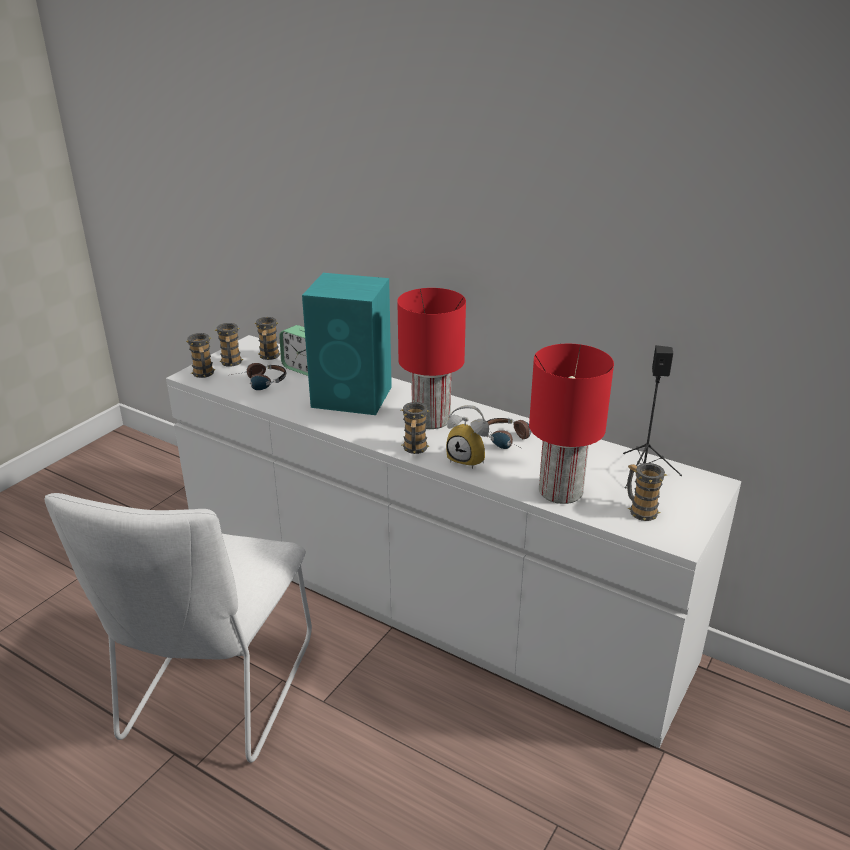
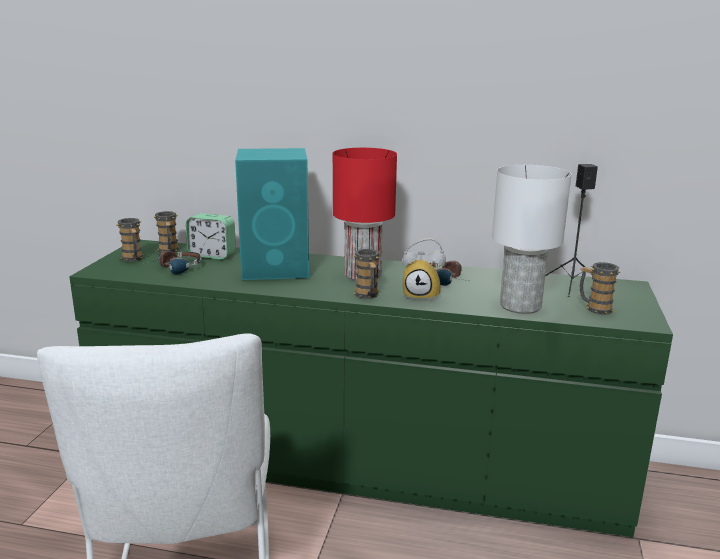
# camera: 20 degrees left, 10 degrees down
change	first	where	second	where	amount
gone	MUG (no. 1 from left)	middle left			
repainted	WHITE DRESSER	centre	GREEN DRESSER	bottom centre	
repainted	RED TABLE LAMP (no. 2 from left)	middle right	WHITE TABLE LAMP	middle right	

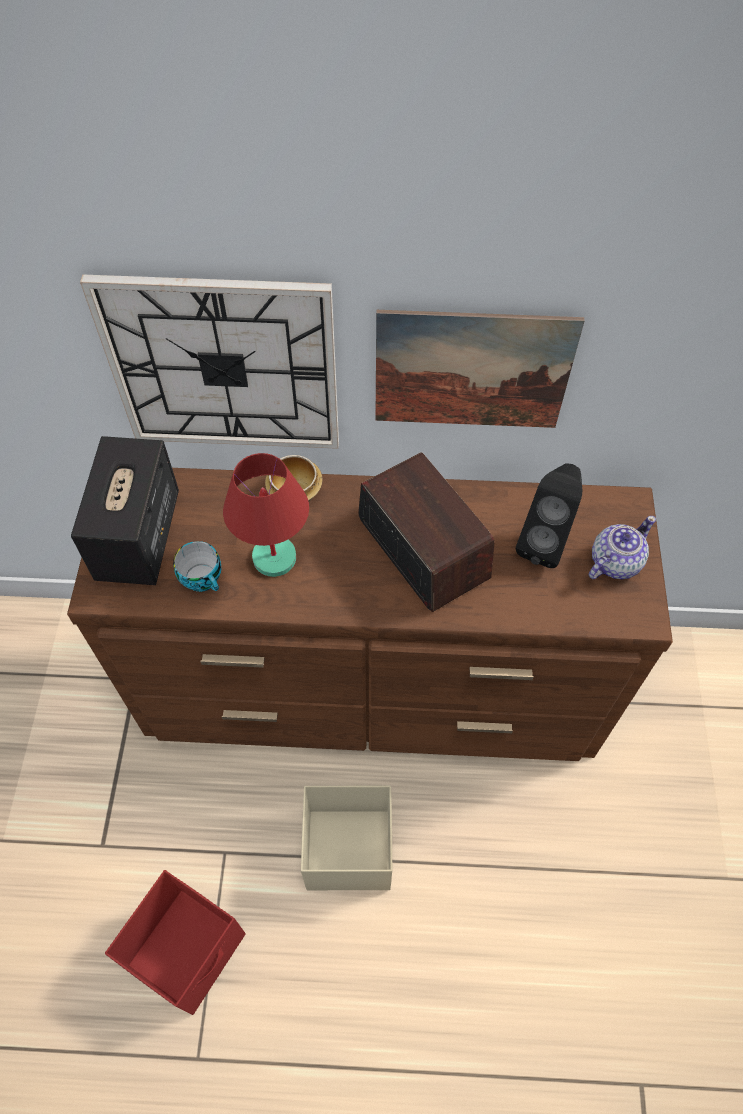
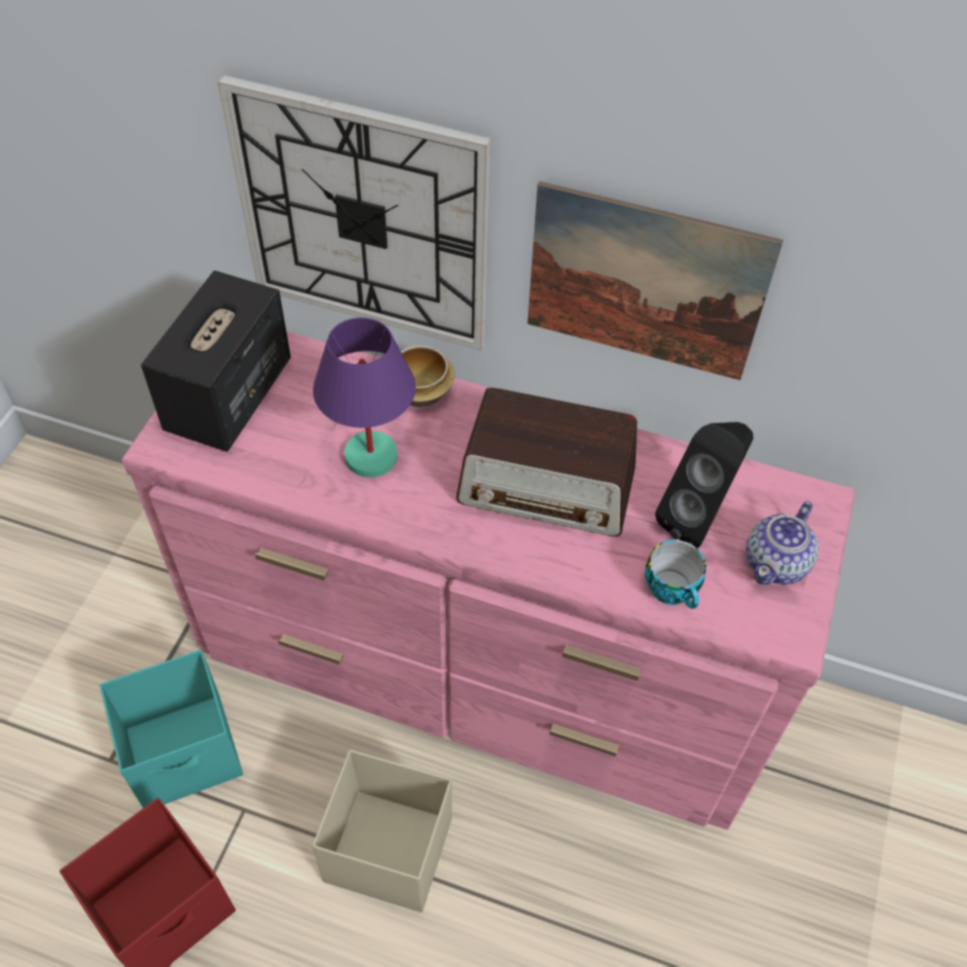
# camera: 15 degrees right, 5 degrees down
change	first	where	second	where	amount
rotated	RADIO	centre		centre	120 degrees clockwise
repainted	RED TABLE LAMP	centre	PURPLE TABLE LAMP	centre	
repainted	BROWN DRESSER	centre	PINK DRESSER	centre	
rotated	TEAPOT	middle right		middle right	150 degrees clockwise
shifted	CUP	middle left		middle right	
new			TURQUOISE STORAGE BOX	bottom left	

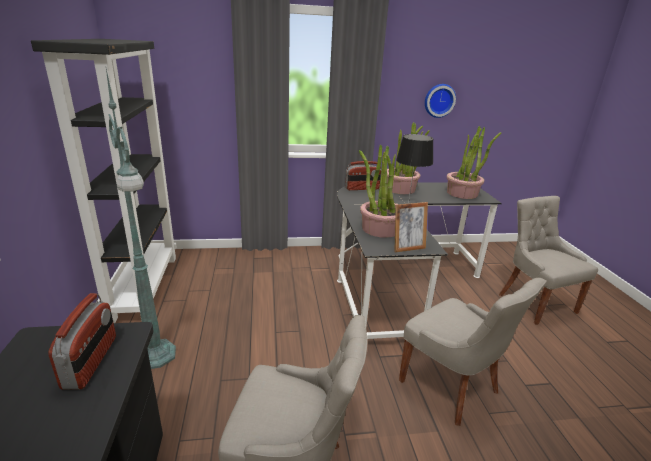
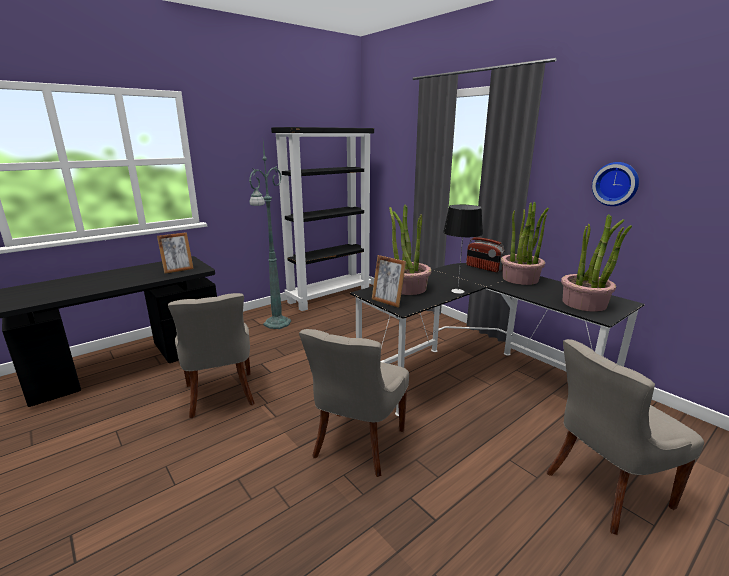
# camera: 60 degrees right, 5 degrees down
change	first	where	second	where	amount
rotated	GREY CHAIR (no. 3 from left)	middle right		bottom right	150 degrees counterclockwise
swapped	RADIO (no. 1 from left)	bottom left	PICTURE FRAME (no. 1 from left)	middle left	

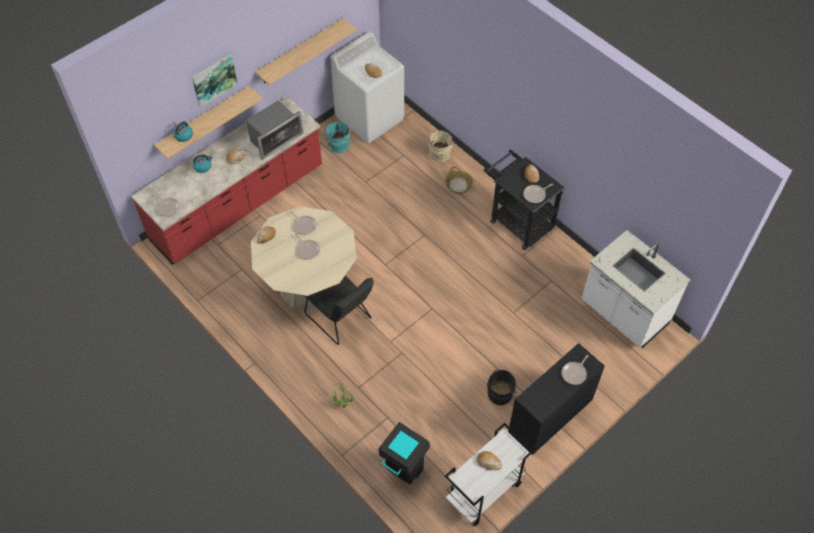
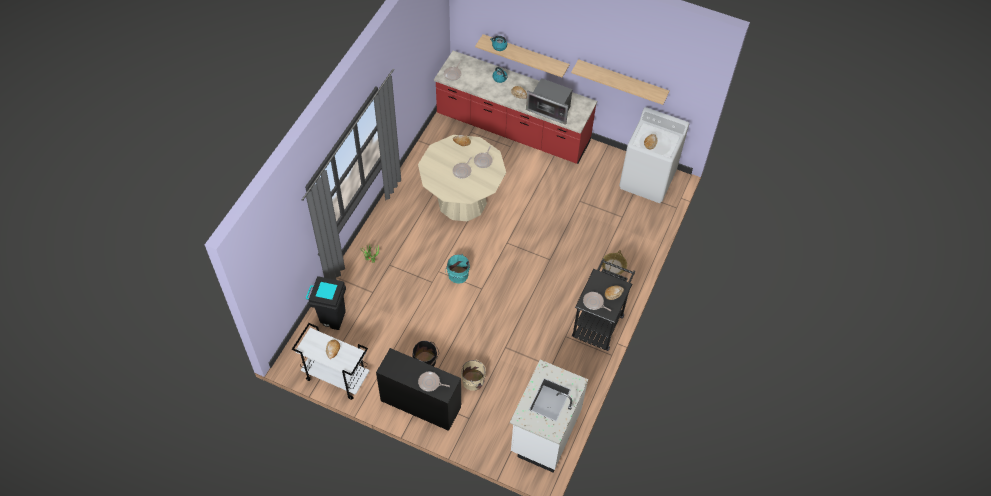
# camera: 65 degrees right, 0 degrees up
change	first	where	second	where	amount
gone	PICTURE	top left			
shifted	TURQUOISE BUCKET	top centre		centre	
shifted	BEIGE BUCKET	top centre		bottom centre	
gone	BLACK CHAIR	centre			

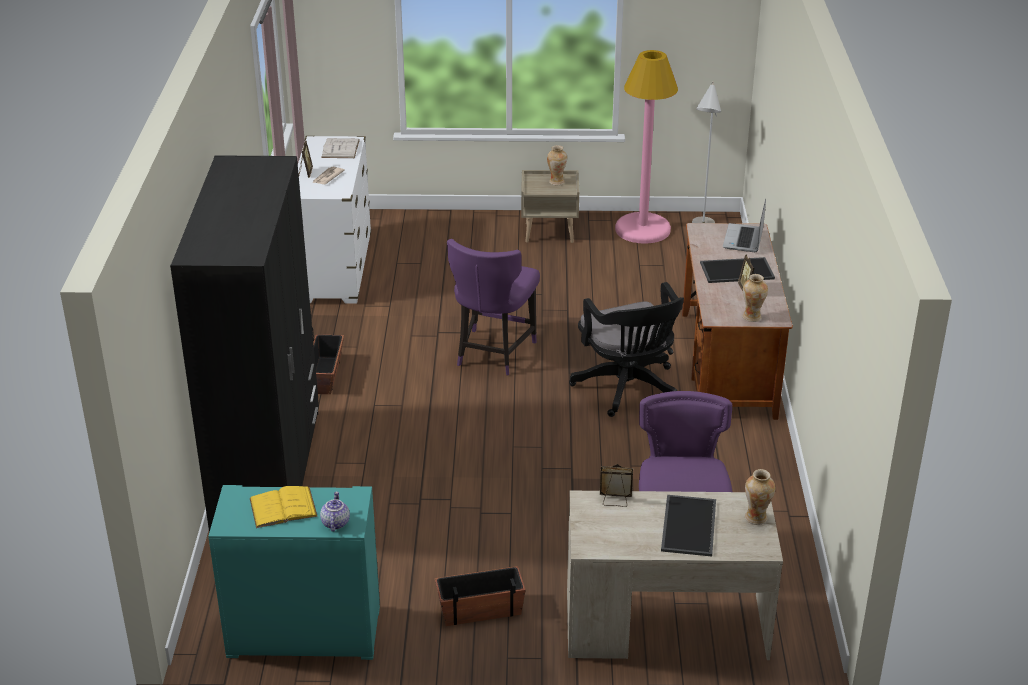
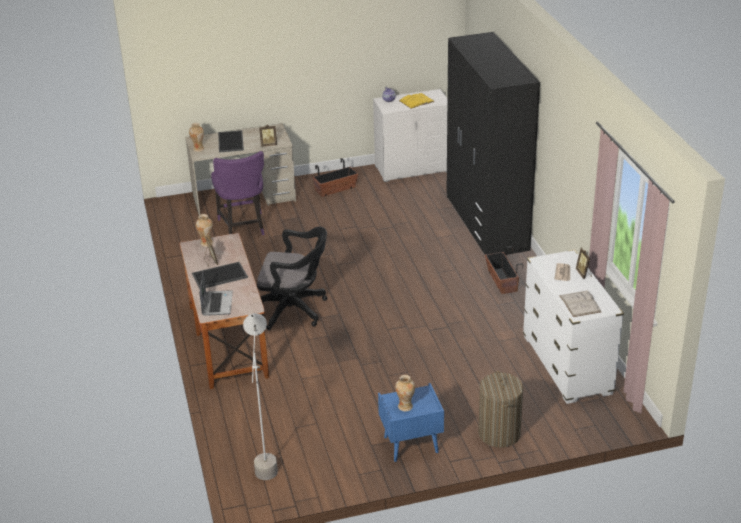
# camera: 165 degrees right, 0 degrees up
change	first	where	second	where	amount
gone	PINK FLOOR LAMP	top centre			
repainted	BEIGE NIGHTSTAND	top centre	BLUE NIGHTSTAND	bottom centre	
gone	PURPLE CHAIR (no. 1 from left)	centre			
rotated	BLACK OFFICE CHAIR	centre		centre	135 degrees clockwise
repainted	TURQUOISE DRESSER	bottom left	WHITE DRESSER (no. 1 from left)	top centre	
new			LAUNDRY BASKET	bottom right	

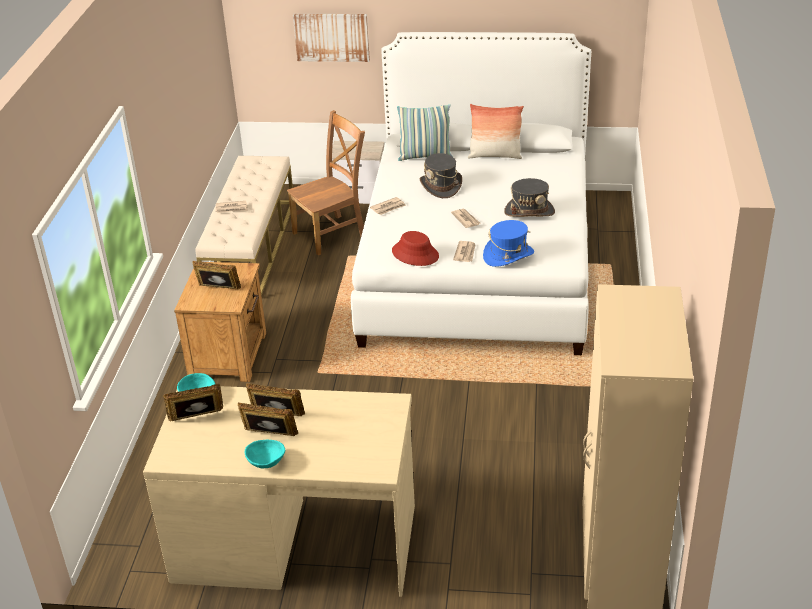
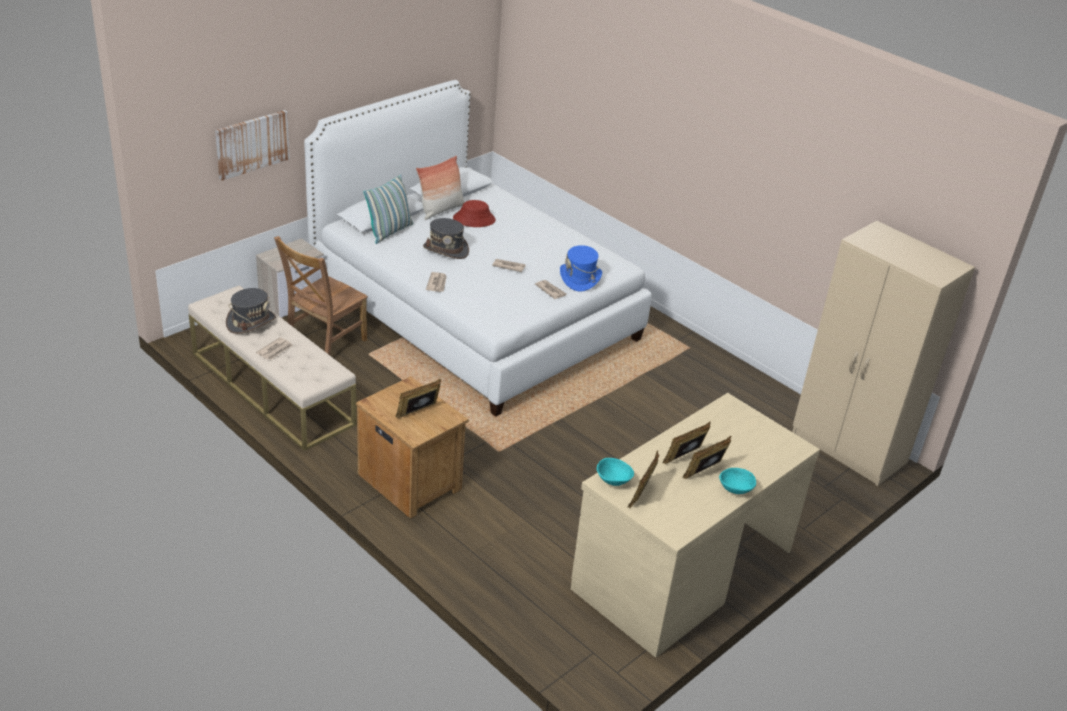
# camera: 55 degrees left, 0 degrees up
change	first	where	second	where	amount
rotated	BROWN CHAIR	top centre		middle left	150 degrees counterclockwise
shifted	GREY HAT (no. 2 from left in the first image)	top centre	GREY HAT (no. 1 from left)	middle left	
shifted	RED HAT	centre		top centre	

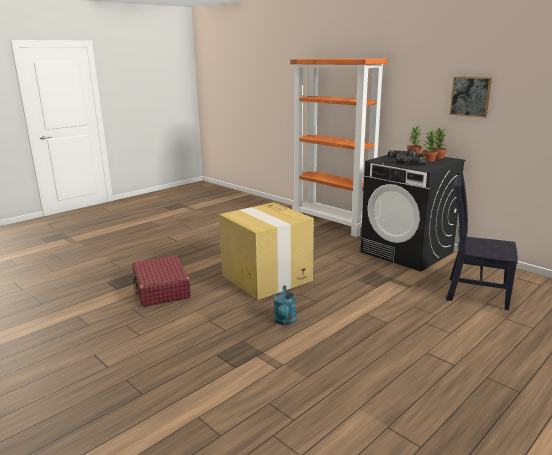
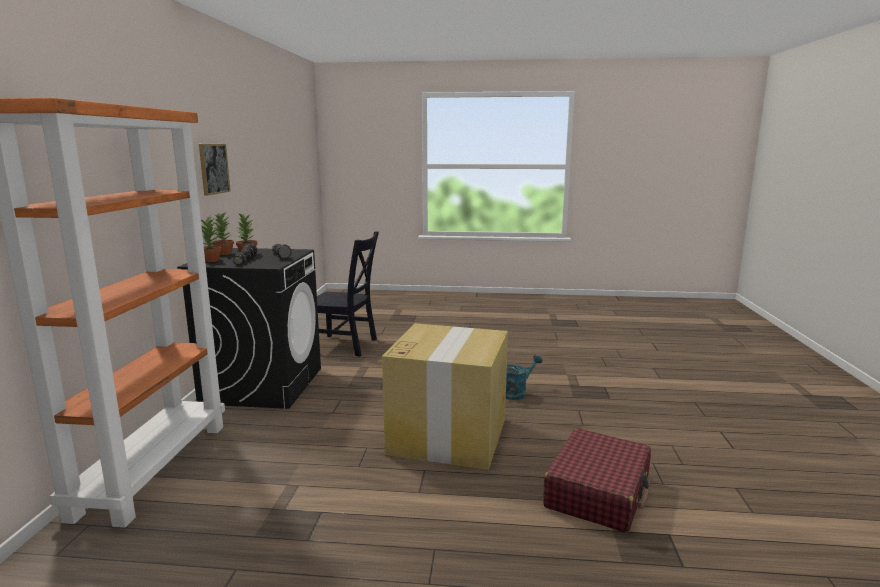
# camera: 130 degrees left, 5 degrees down
change	first	where	second	where	amount
rotated	BLACK CHAIR	middle right		centre	60 degrees counterclockwise

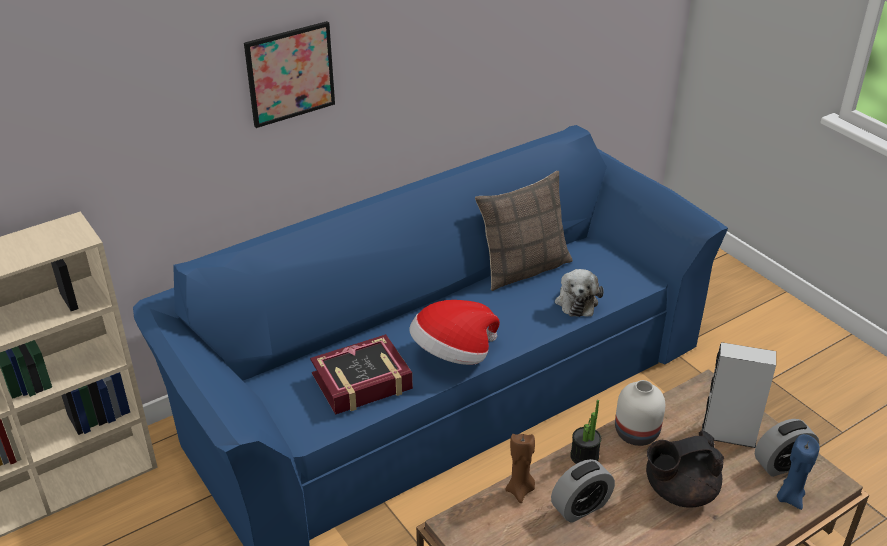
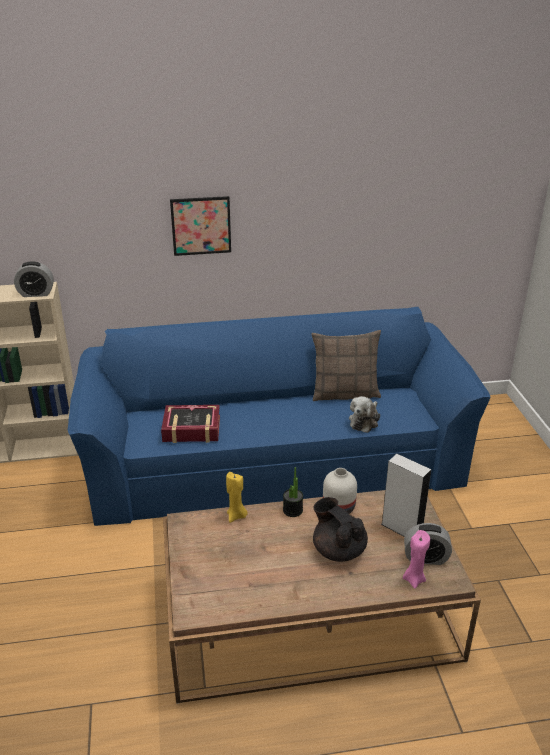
# camera: 25 degrees right, 5 degrees down
change	first	where	second	where	amount
gone	HAT	centre			
rotated	BLACK TEAPOT	bottom right		bottom centre	45 degrees clockwise
repainted	BROWN CANDLE	bottom centre	YELLOW CANDLE	centre	
repainted	BLUE CANDLE	bottom right	PINK CANDLE	bottom right	
shifted	ALARM CLOCK (no. 1 from left)	bottom centre		middle left	

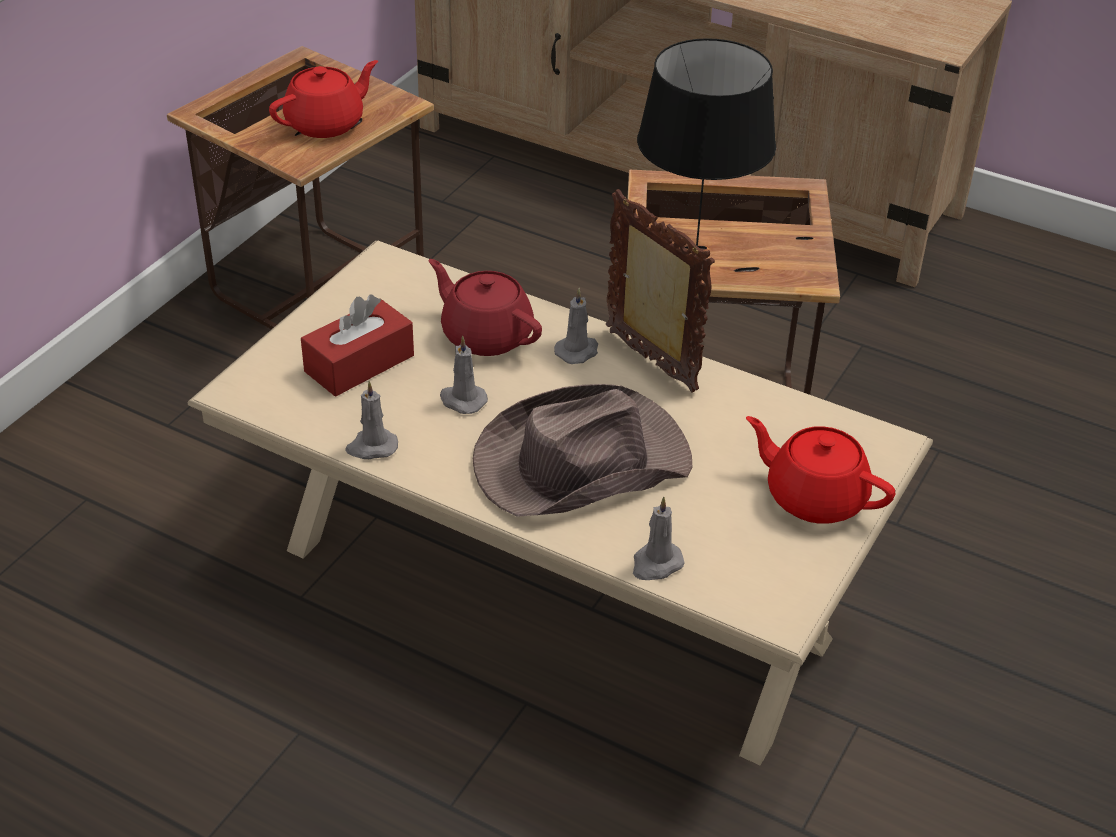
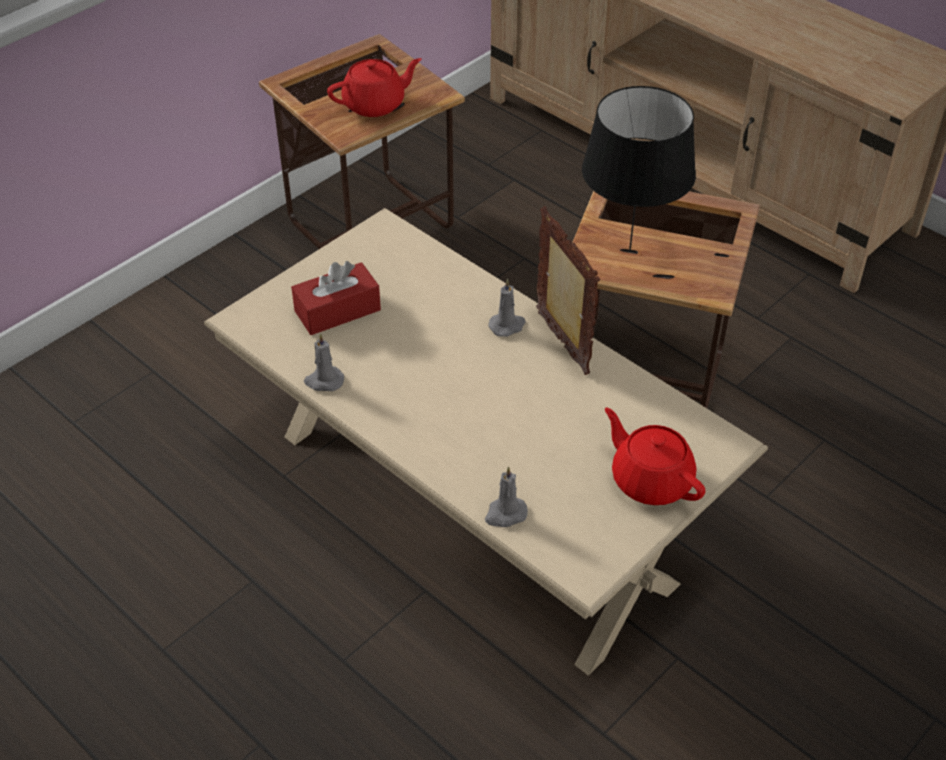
# camera: 15 degrees right, 5 degrees up
change	first	where	second	where	amount
gone	RED TEAPOT (no. 2 from left)	centre			
gone	GREY CANDLE (no. 2 from left)	centre			
gone	BROWN HAT	centre			

